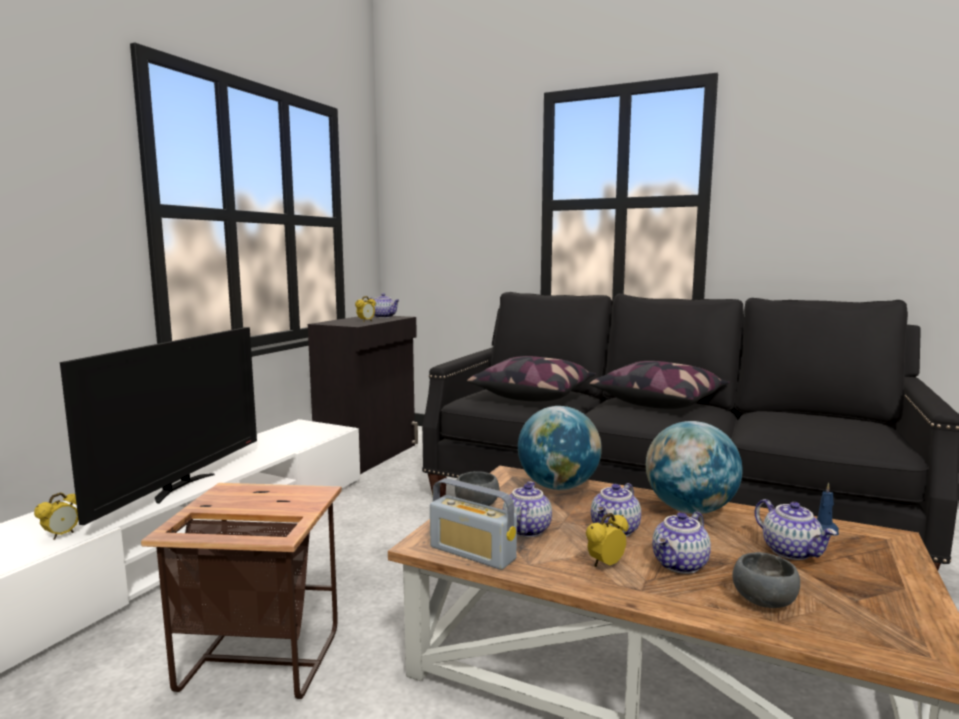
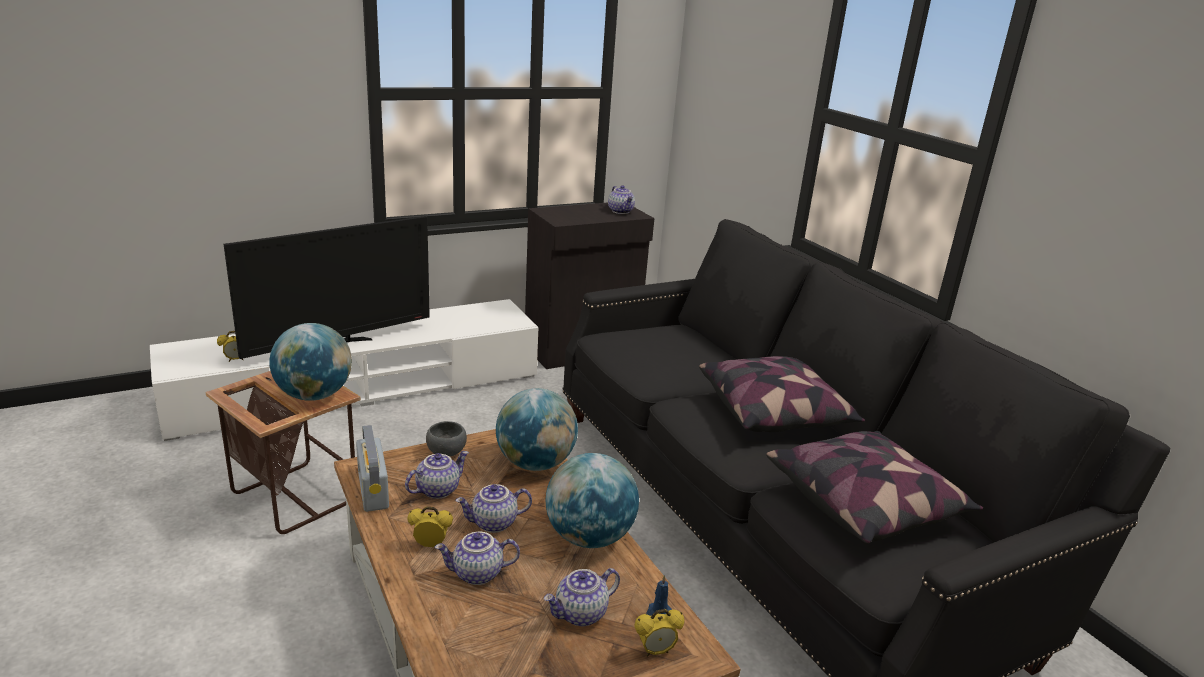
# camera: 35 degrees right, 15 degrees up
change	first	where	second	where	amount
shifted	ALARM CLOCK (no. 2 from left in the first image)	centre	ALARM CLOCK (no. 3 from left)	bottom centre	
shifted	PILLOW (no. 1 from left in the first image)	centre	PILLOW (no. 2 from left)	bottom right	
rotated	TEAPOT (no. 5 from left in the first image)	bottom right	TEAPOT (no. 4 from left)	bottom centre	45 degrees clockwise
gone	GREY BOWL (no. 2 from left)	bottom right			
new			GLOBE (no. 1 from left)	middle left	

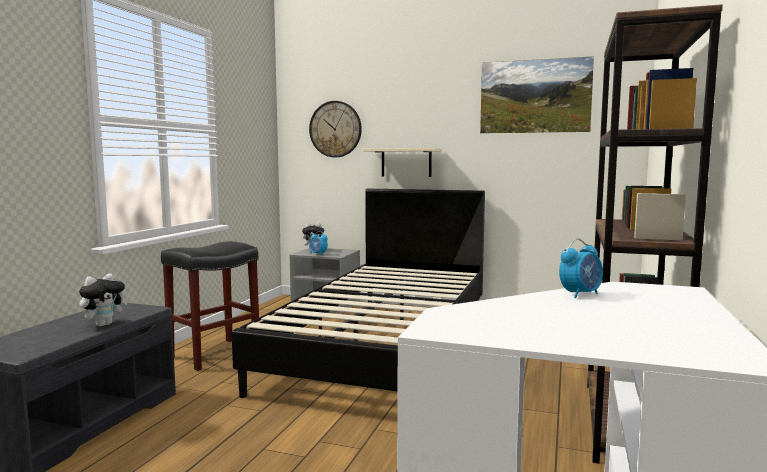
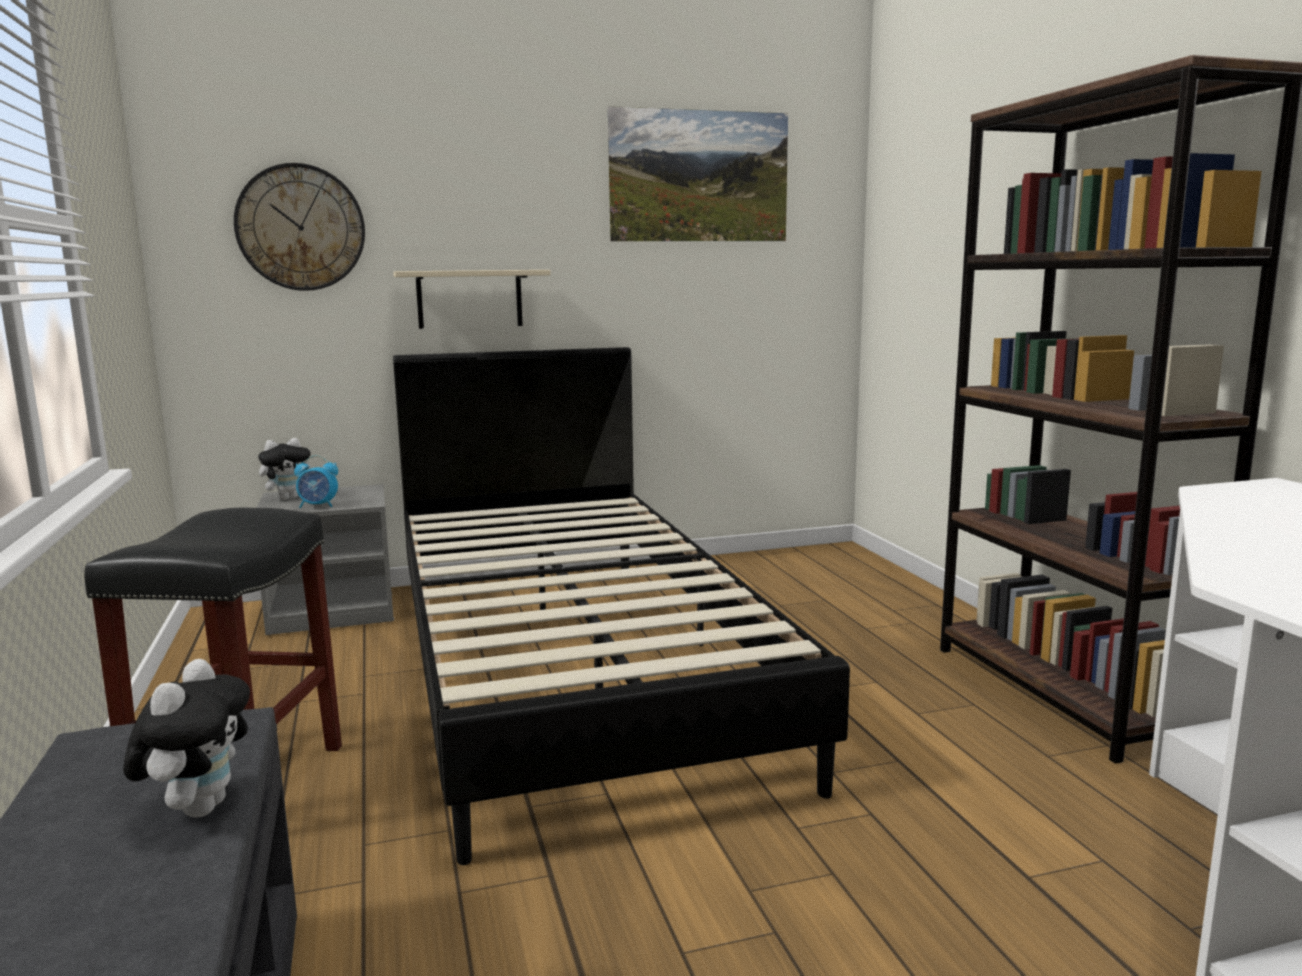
# camera: 35 degrees left, 5 degrees up
change	first	where	second	where	amount
gone	ALARM CLOCK (no. 2 from left)	middle right			

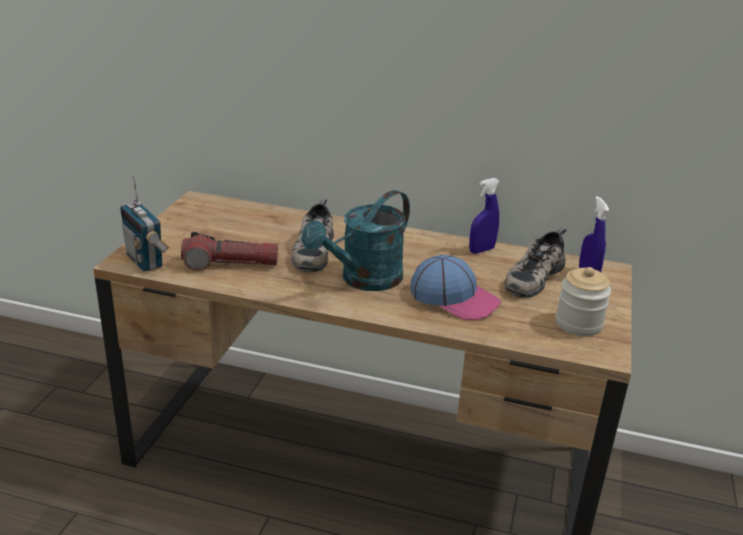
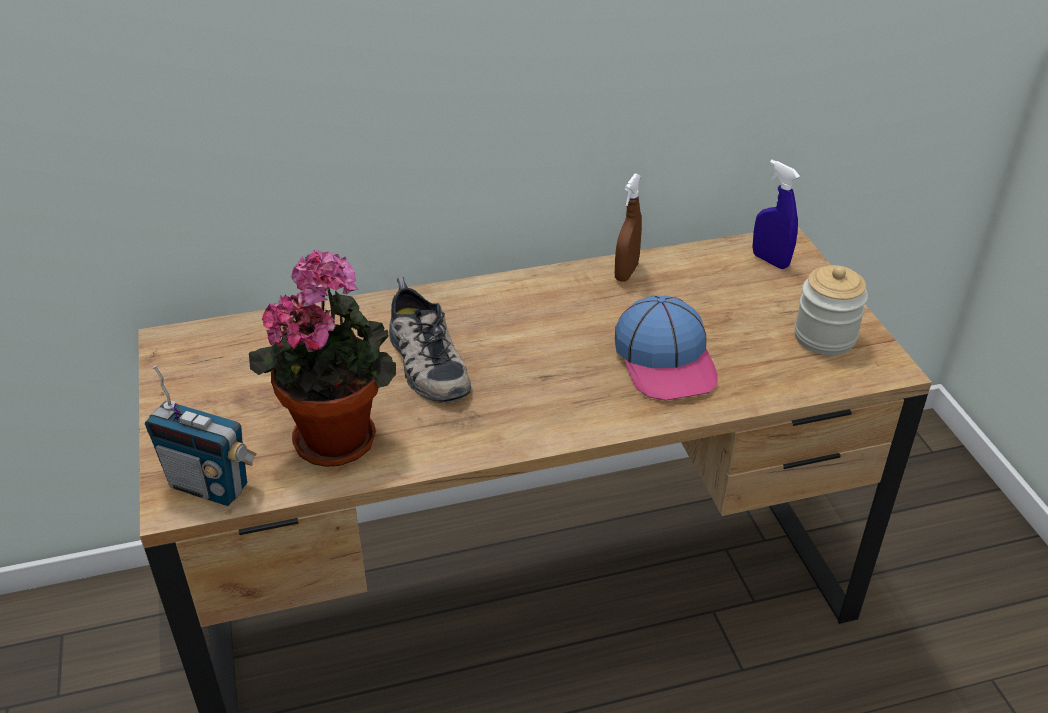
# camera: 30 degrees left, 10 degrees up
change	first	where	second	where	amount
repainted	BLUE SPRAY BOTTLE (no. 1 from left)	centre	BROWN SPRAY BOTTLE	top centre	
gone	TURQUOISE WATERING CAN	centre			
gone	SHOE (no. 2 from left)	middle right			
swapped	FLASHLIGHT	middle left	POTTED PLANT	middle left	
rotated	CAP	centre		centre	75 degrees clockwise

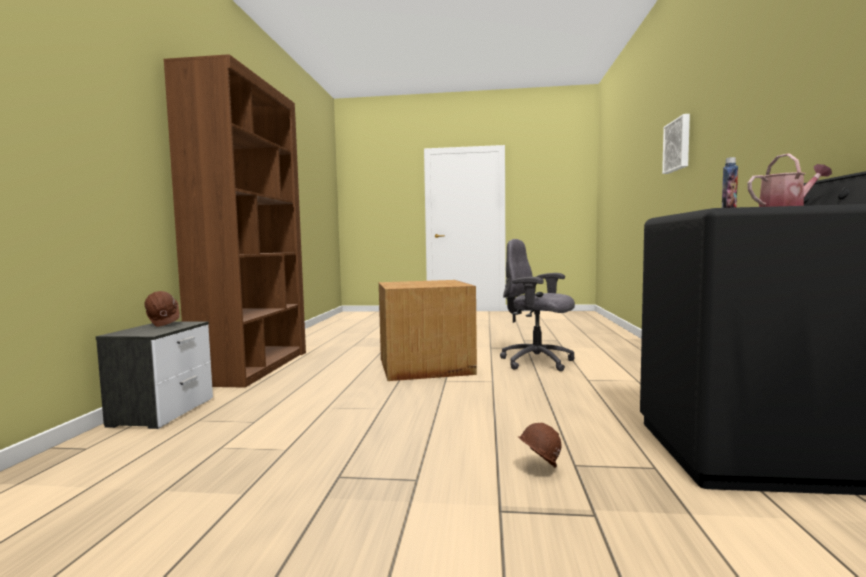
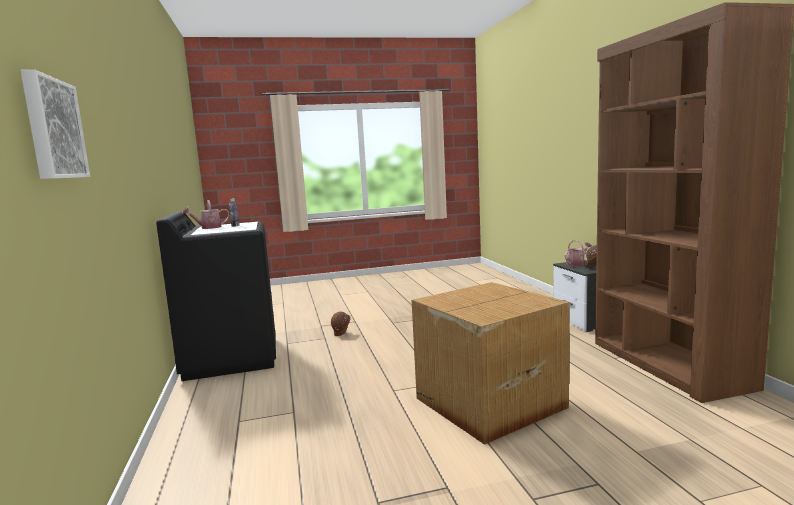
# camera: 160 degrees right, 5 degrees up
change	first	where	second	where	amount
gone	GREY OFFICE CHAIR	centre			
new			WATERING CAN (no. 2 from left)	middle right	

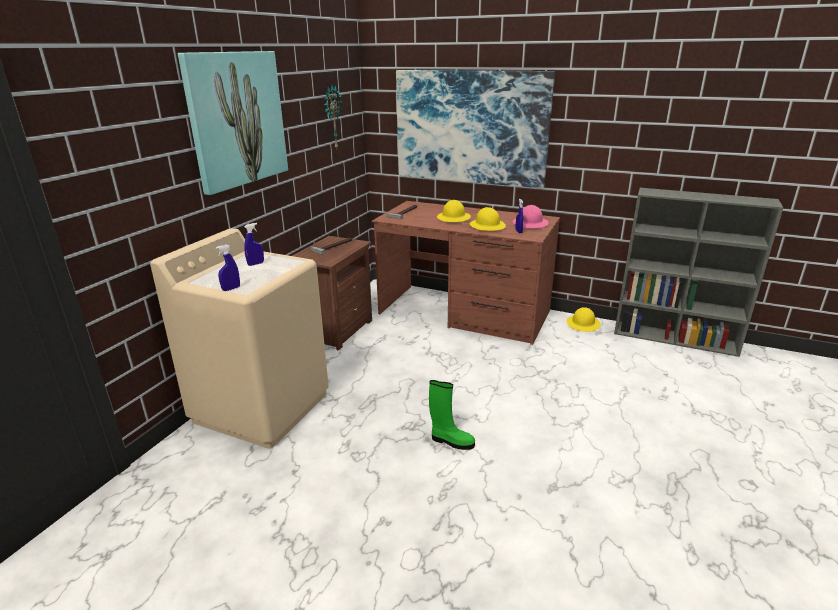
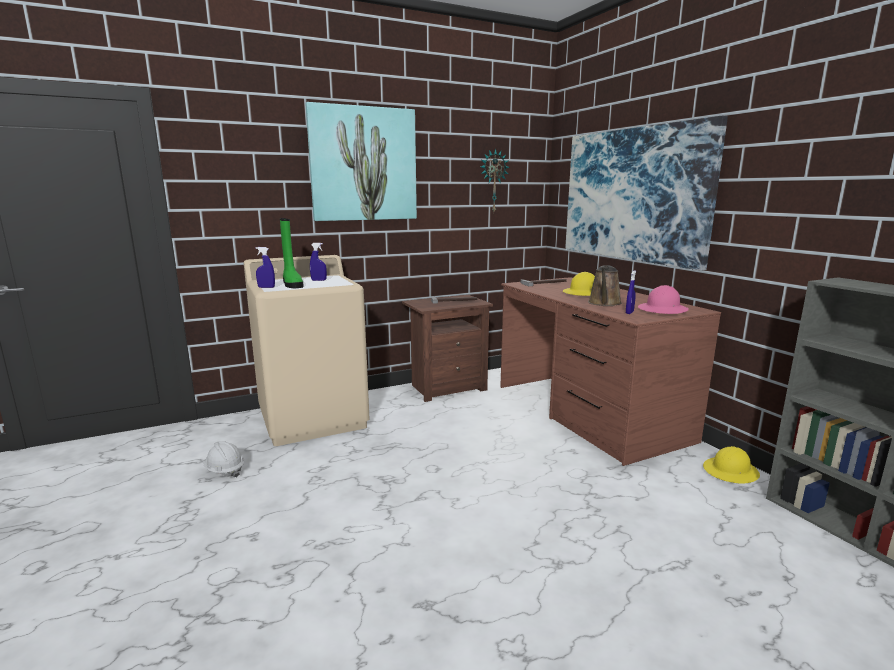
# camera: 40 degrees right, 10 degrees down
change	first	where	second	where	amount
swapped	YELLOW HARD HAT (no. 2 from left)	centre	BROWN WATERING CAN	middle right	
shifted	GREEN BOOT	bottom centre		middle left	
new			WHITE HARD HAT	bottom left	

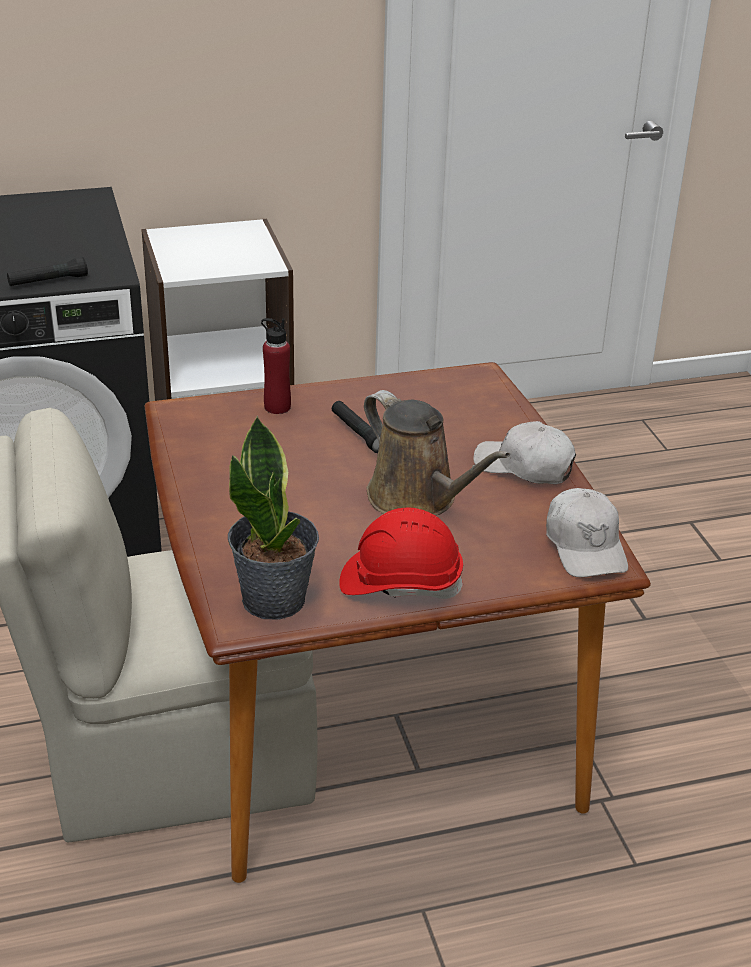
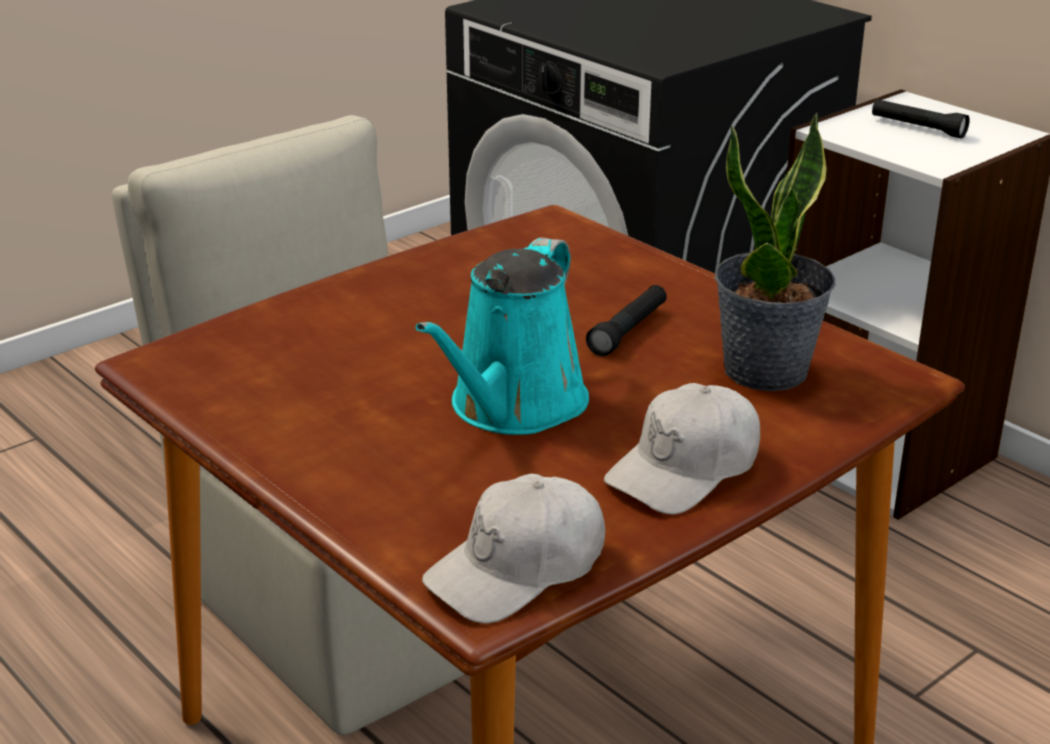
# camera: 65 degrees right, 5 degrees down
change	first	where	second	where	amount
shifted	BLACK FLASHLIGHT (no. 1 from left in the first image)	top left	BLACK FLASHLIGHT (no. 2 from left)	top right	
gone	RED BOTTLE	centre			
repainted	BROWN WATERING CAN	centre	TURQUOISE WATERING CAN	centre	
shifted	POTTED PLANT	centre		middle right	
rotated	WHITE CAP (no. 1 from left in the first image)	middle right	WHITE CAP (no. 2 from left)	centre	135 degrees counterclockwise
gone	RED HARD HAT	centre			

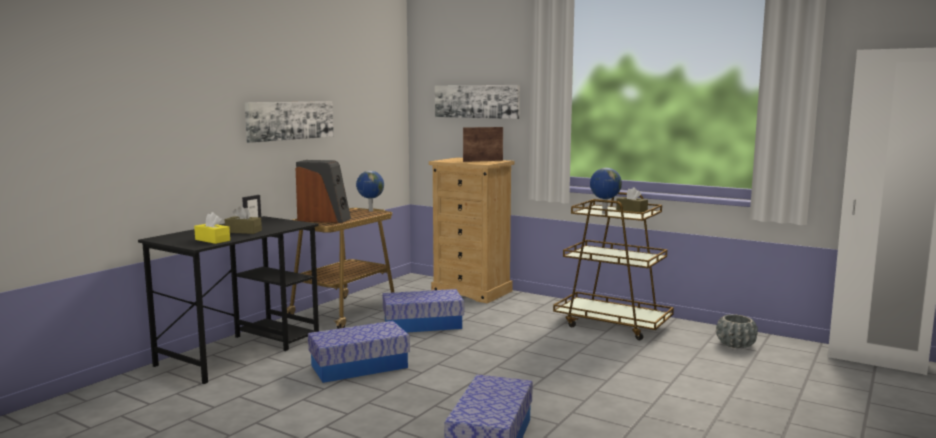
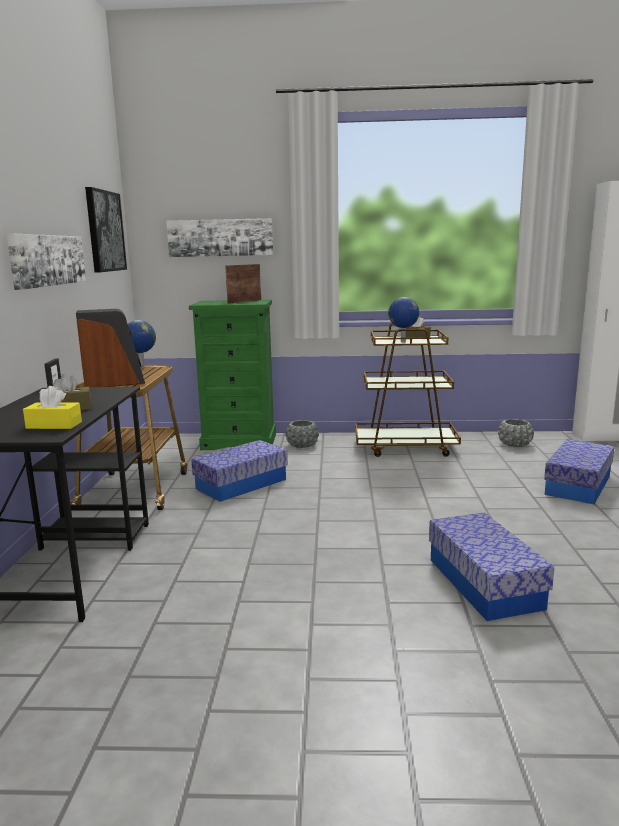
# camera: 30 degrees left, 5 degrees up
change	first	where	second	where	amount
repainted	BEIGE DRESSER	centre	GREEN DRESSER	centre	
shifted	STORAGE BOX (no. 1 from left in the first image)	bottom centre	STORAGE BOX (no. 3 from left)	middle right	
new			PICTURE (no. 2 from left)	top left	
new			GREY PLANTER (no. 1 from left)	centre	

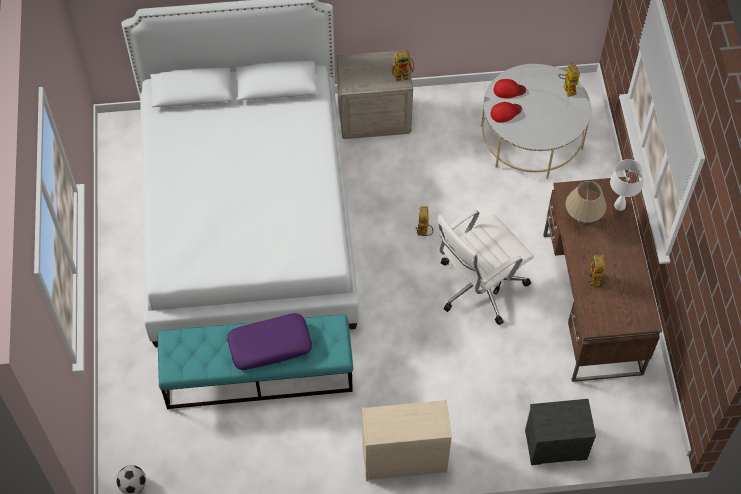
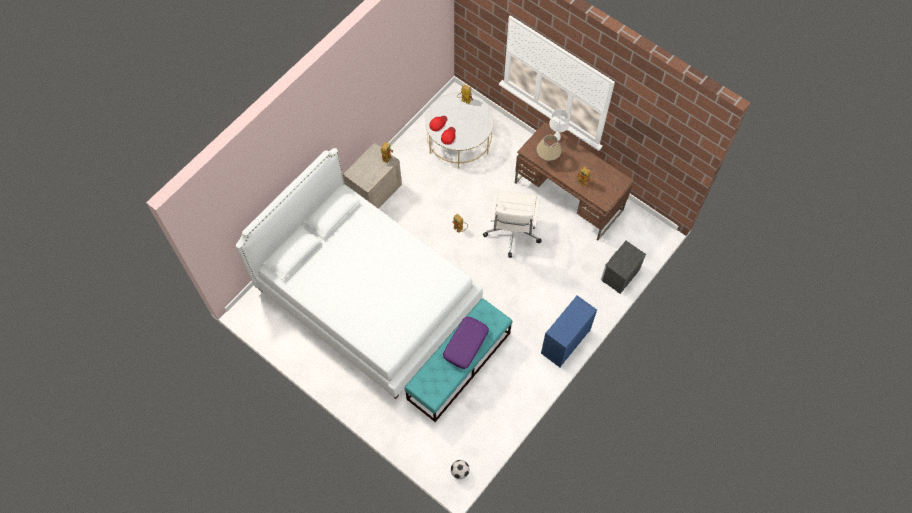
# camera: 45 degrees left, 5 degrees up
change	first	where	second	where	amount
repainted	BEIGE DRESSER	bottom centre	BLUE DRESSER	centre	

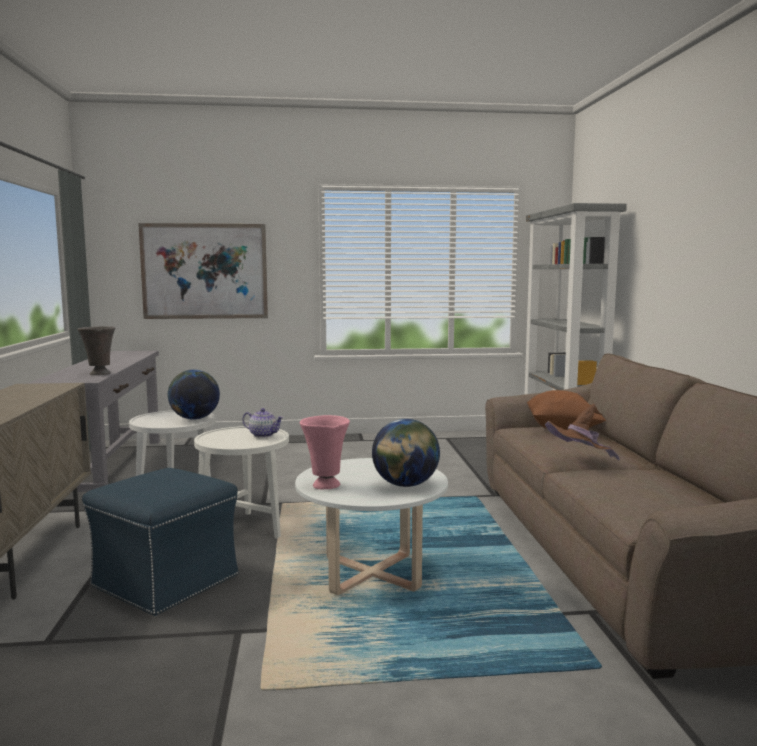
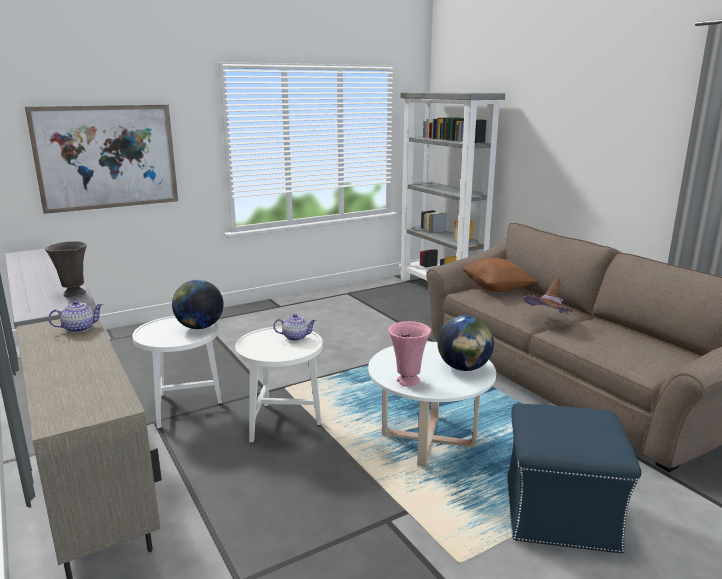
# camera: 25 degrees left, 10 degrees up
change	first	where	second	where	amount
shifted	BLUE OTTOMAN	bottom left		bottom right	
new			TEAPOT (no. 1 from left)	middle left	

